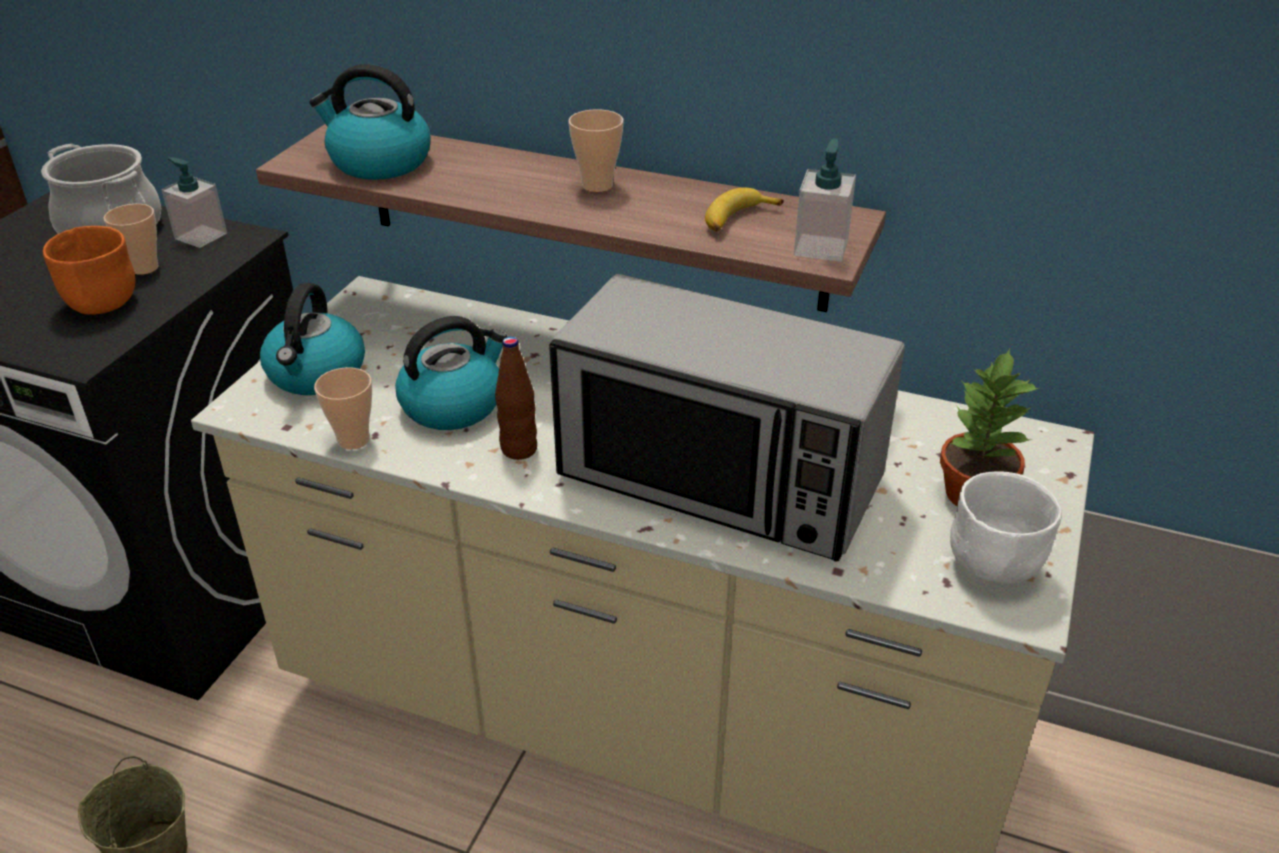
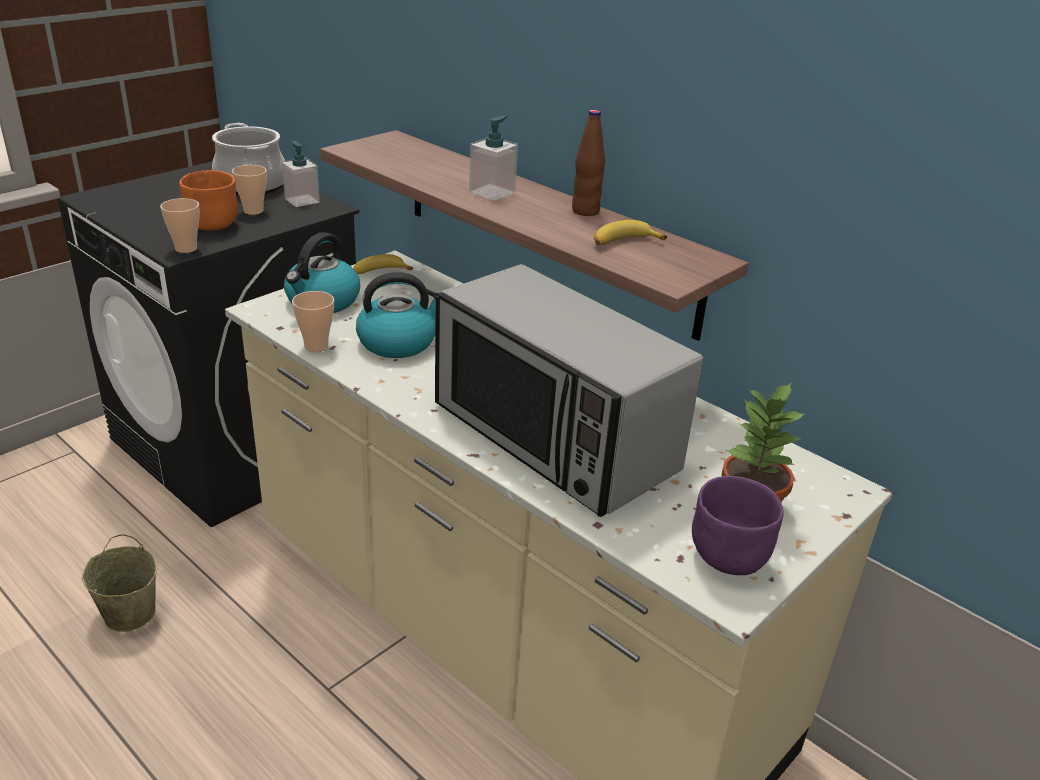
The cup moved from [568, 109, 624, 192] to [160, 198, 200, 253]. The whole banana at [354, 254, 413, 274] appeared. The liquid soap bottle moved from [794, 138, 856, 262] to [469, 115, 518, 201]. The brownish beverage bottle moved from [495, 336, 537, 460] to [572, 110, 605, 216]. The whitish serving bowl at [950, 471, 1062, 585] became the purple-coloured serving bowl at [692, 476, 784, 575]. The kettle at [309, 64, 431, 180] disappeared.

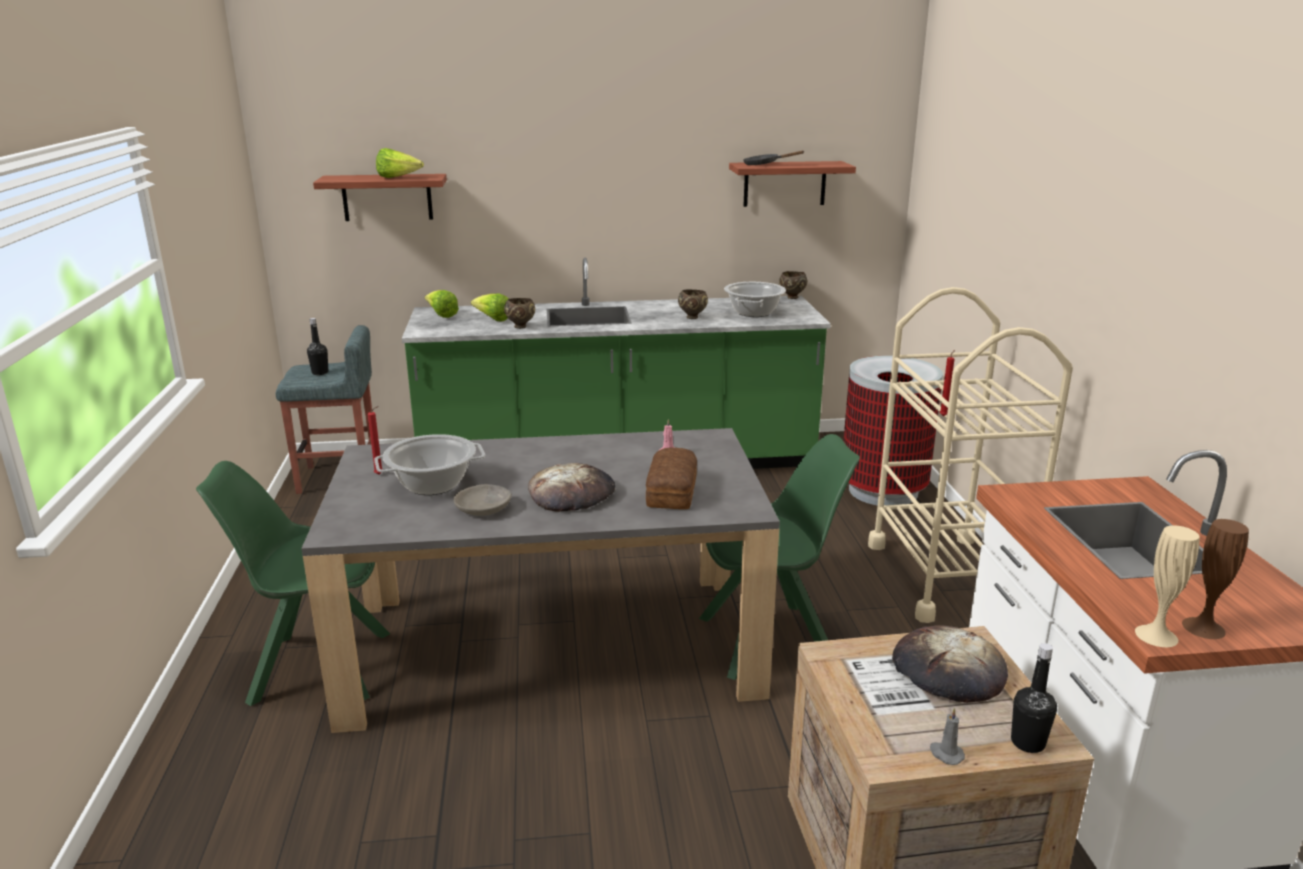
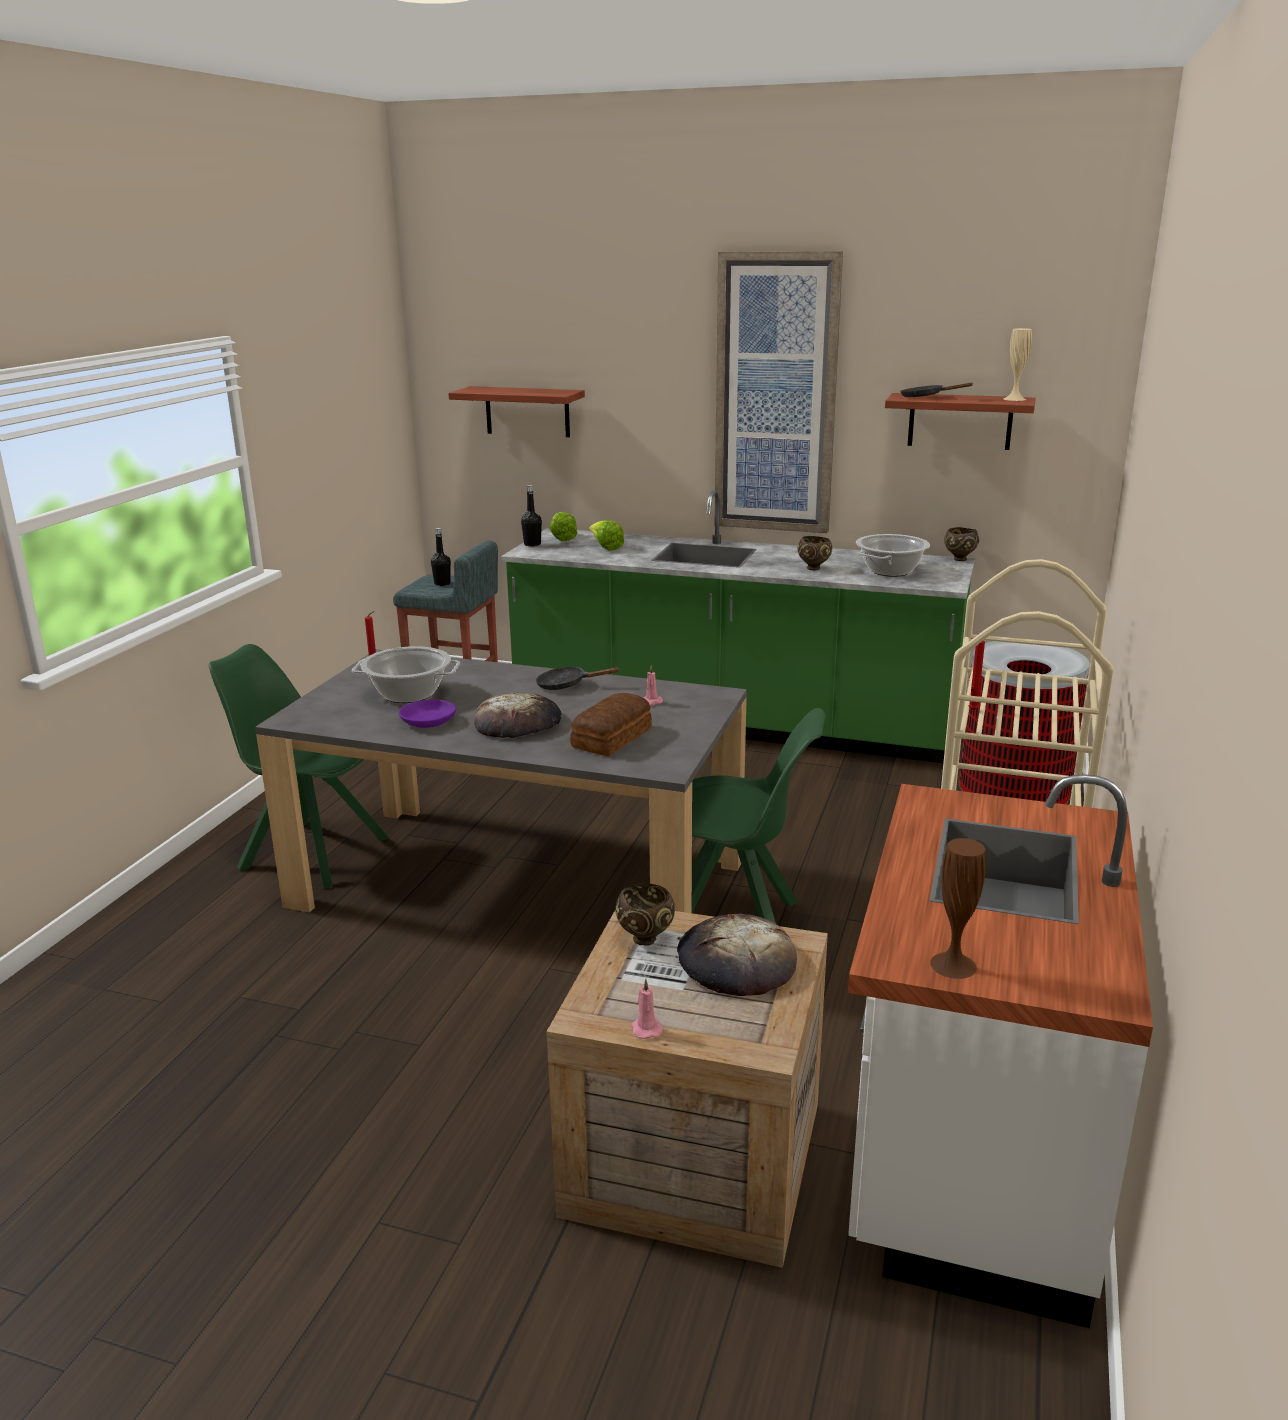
The greyish serving bowl at [453, 484, 512, 516] became the purple-coloured serving bowl at [399, 699, 456, 728]. The black beverage bottle moved from [1011, 643, 1057, 753] to [521, 485, 542, 546]. The black skillet at [536, 667, 620, 690] appeared. The brownish serving bowl moved from [504, 298, 535, 329] to [615, 883, 675, 946]. The greyish wax light at [930, 708, 965, 765] became the pinkish wax light at [631, 979, 664, 1039]. The picture at [715, 251, 843, 533] appeared. The sand-coloured decorative vase moved from [1135, 525, 1200, 647] to [1003, 328, 1032, 401]. The head of lettuce at [376, 148, 424, 178] disappeared.

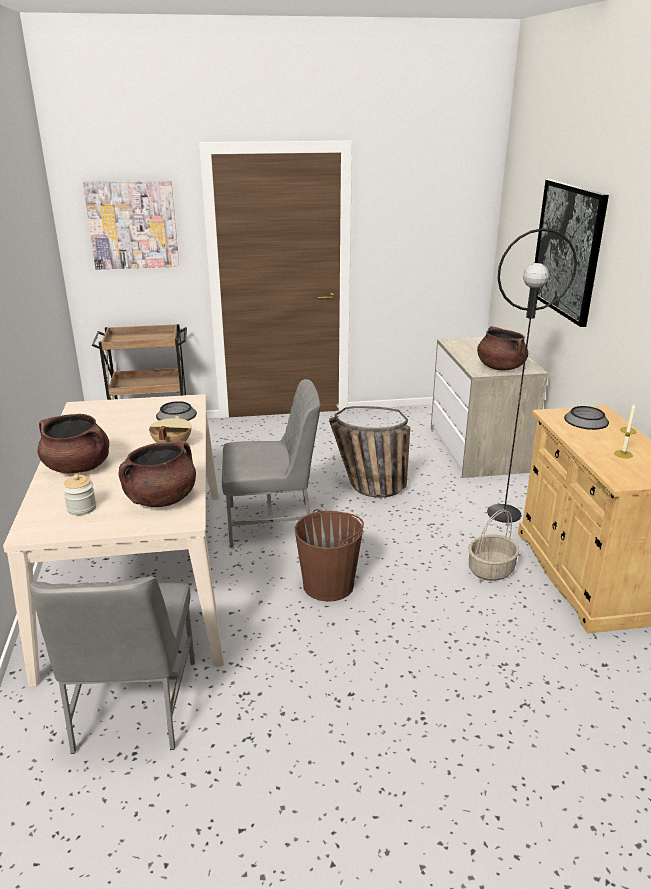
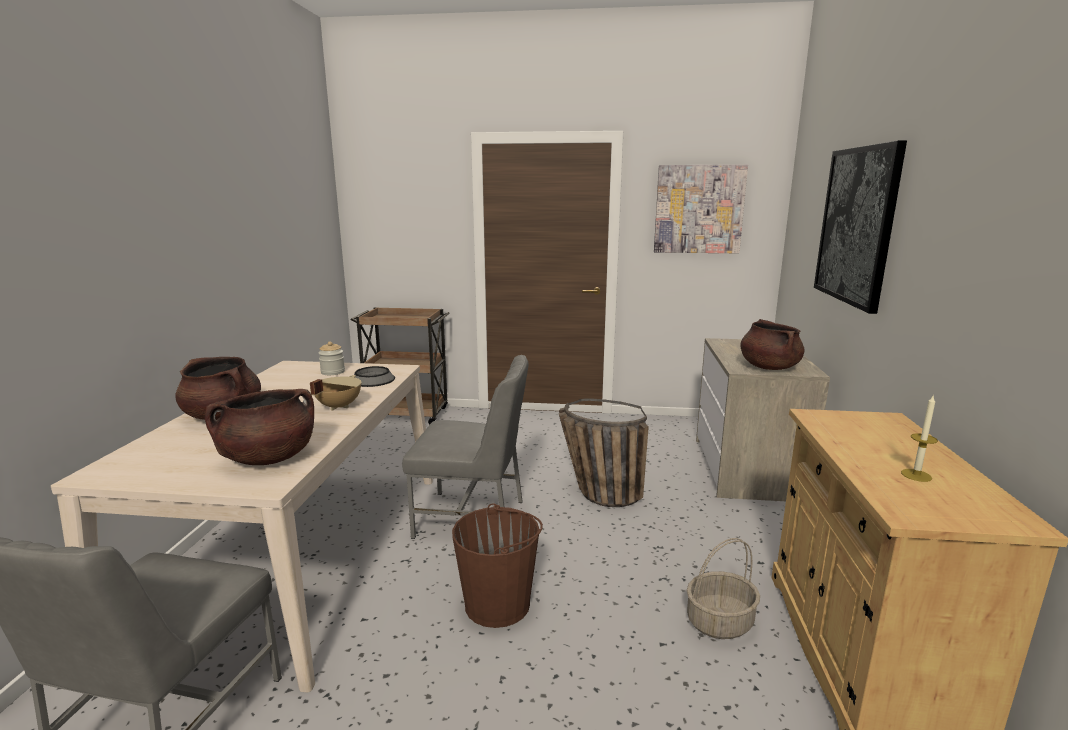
The storage jar moved from [63, 474, 96, 516] to [318, 341, 345, 375]. The picture moved from [83, 180, 179, 270] to [654, 165, 748, 253]. The black floor lamp at [487, 228, 577, 523] disappeared. The serving bowl at [564, 406, 609, 430] disappeared.

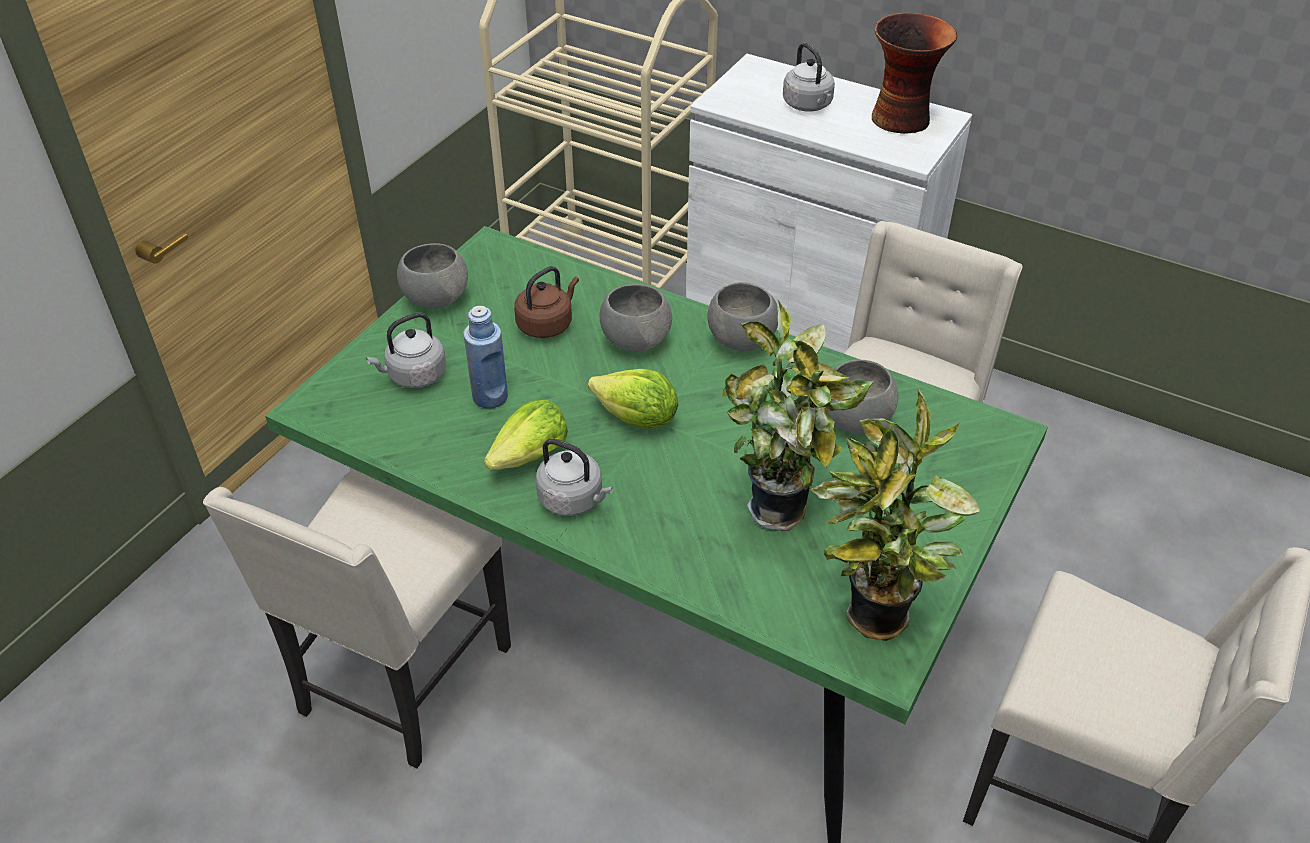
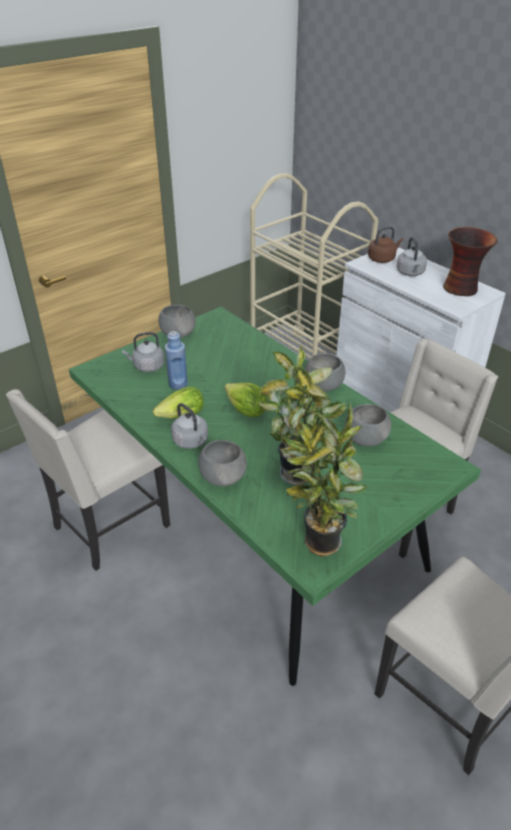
The greyish serving bowl moved from [600, 284, 672, 352] to [198, 440, 247, 486]. The brownish kettle moved from [514, 266, 579, 338] to [368, 226, 403, 263].

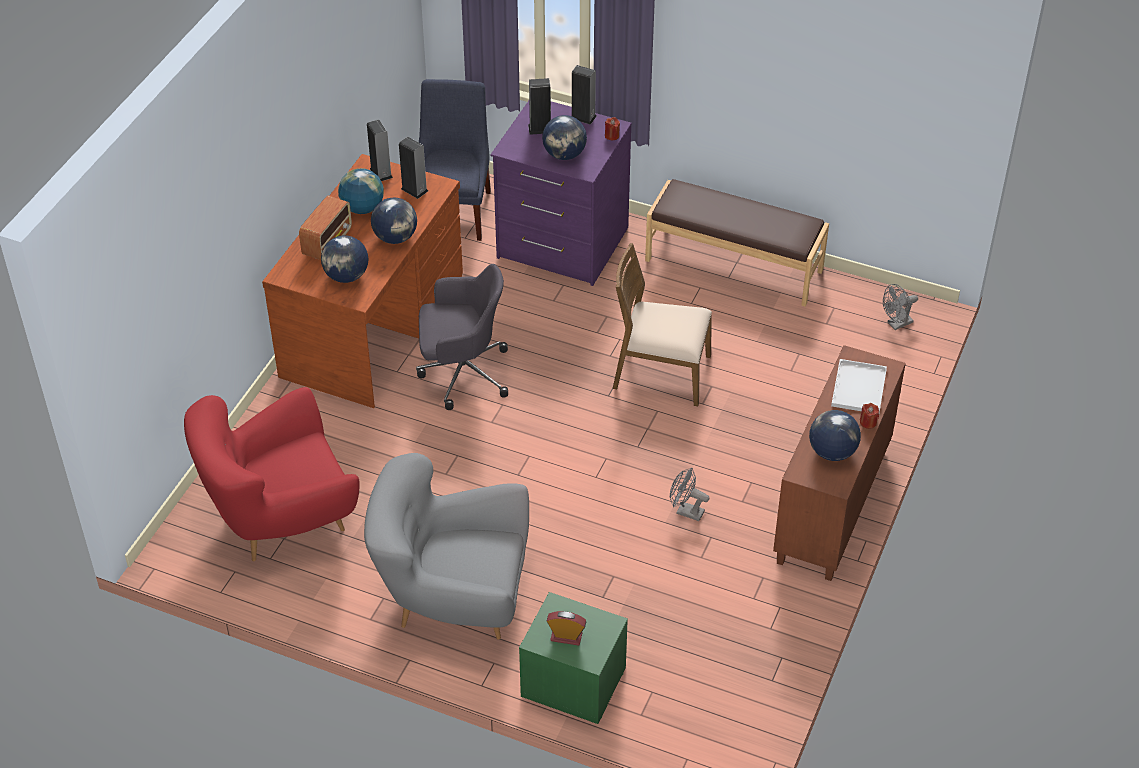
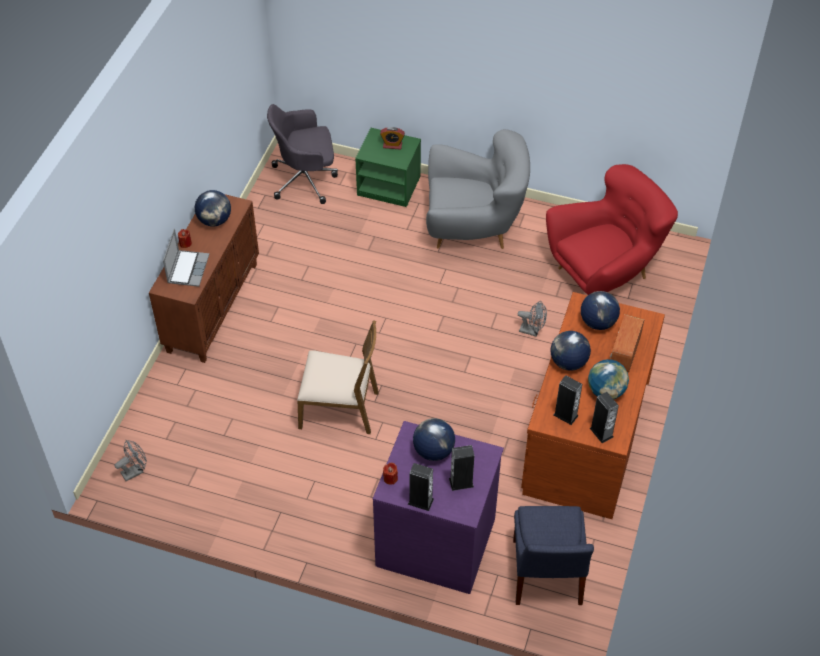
The whitish carrying tray at [831, 359, 887, 413] was replaced by the notebook computer at [163, 229, 209, 287]. The greyish desk chair moved from [416, 264, 508, 410] to [267, 104, 338, 204]. The greyish fan moved from [670, 468, 709, 521] to [517, 301, 547, 336]. The brownish bench at [645, 179, 829, 307] disappeared.

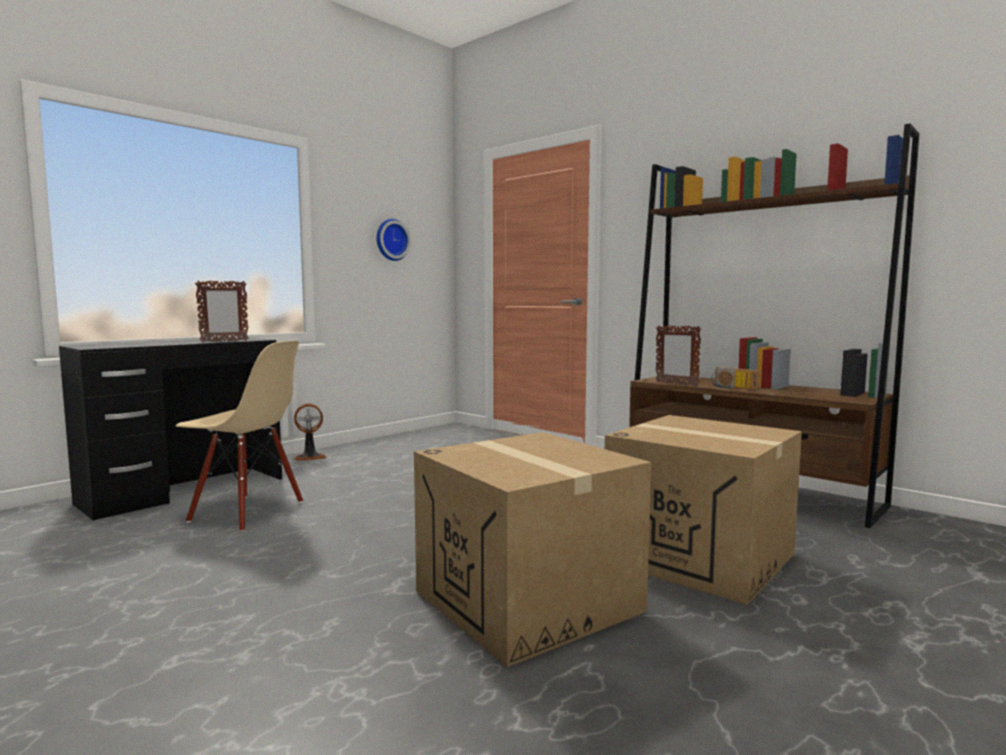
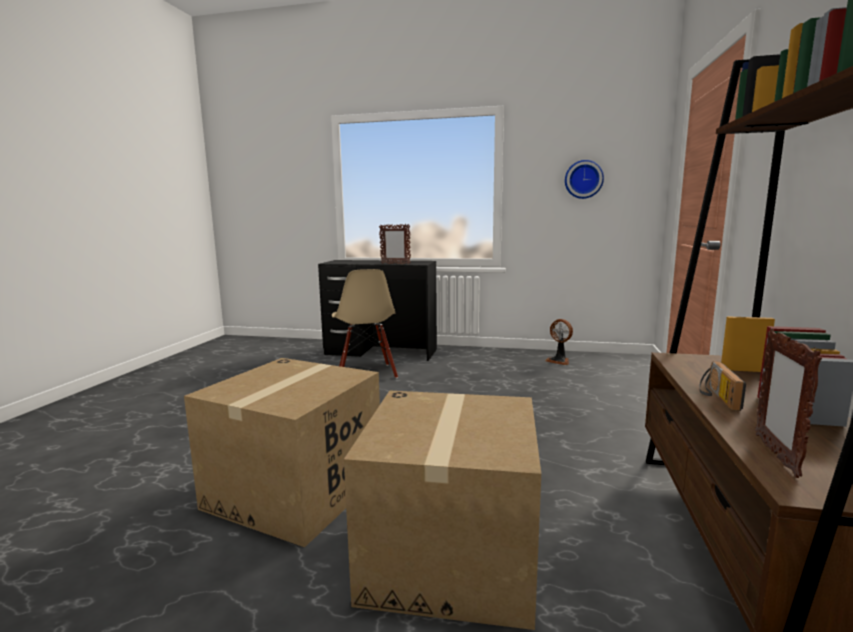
The fan moved from [294, 404, 326, 461] to [545, 319, 573, 365]. The picture frame moved from [656, 325, 701, 386] to [755, 329, 822, 478].

